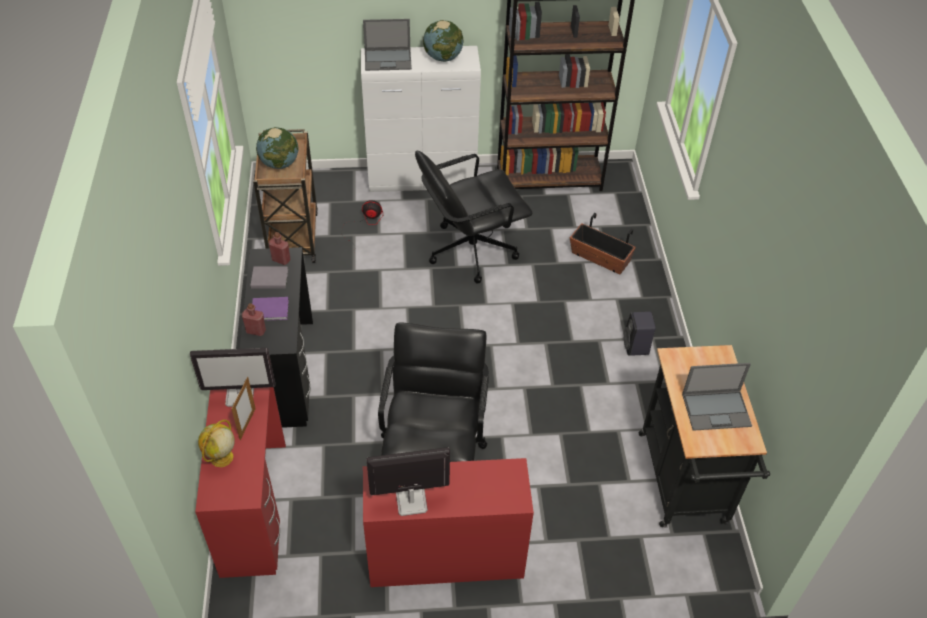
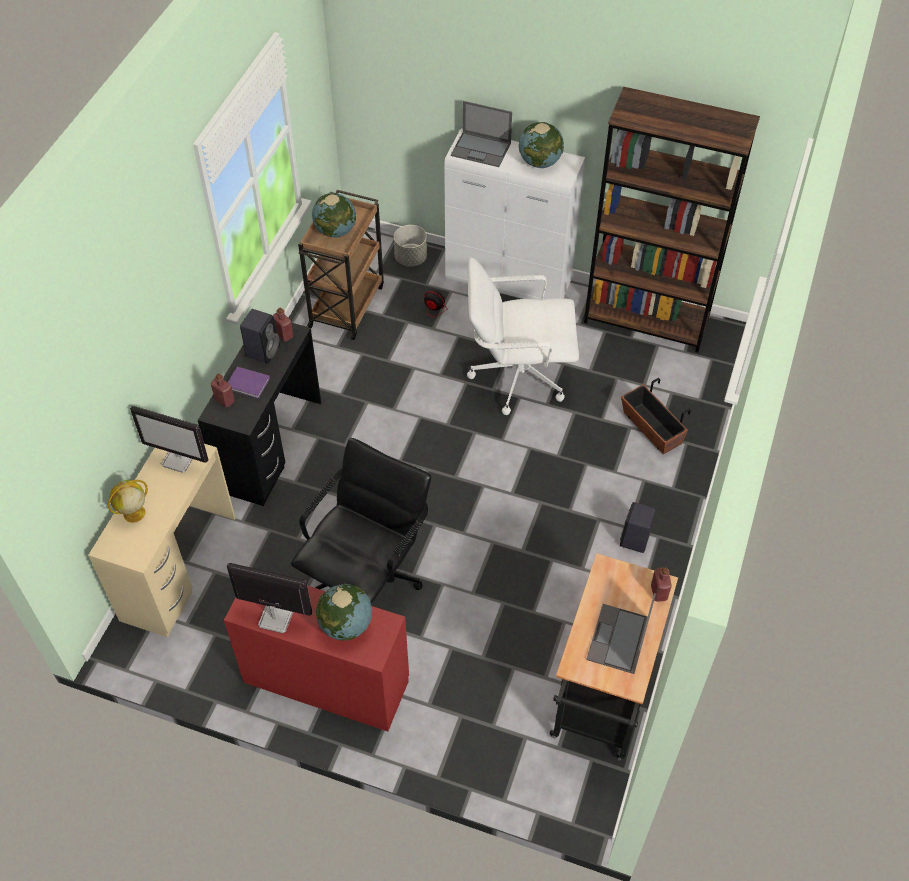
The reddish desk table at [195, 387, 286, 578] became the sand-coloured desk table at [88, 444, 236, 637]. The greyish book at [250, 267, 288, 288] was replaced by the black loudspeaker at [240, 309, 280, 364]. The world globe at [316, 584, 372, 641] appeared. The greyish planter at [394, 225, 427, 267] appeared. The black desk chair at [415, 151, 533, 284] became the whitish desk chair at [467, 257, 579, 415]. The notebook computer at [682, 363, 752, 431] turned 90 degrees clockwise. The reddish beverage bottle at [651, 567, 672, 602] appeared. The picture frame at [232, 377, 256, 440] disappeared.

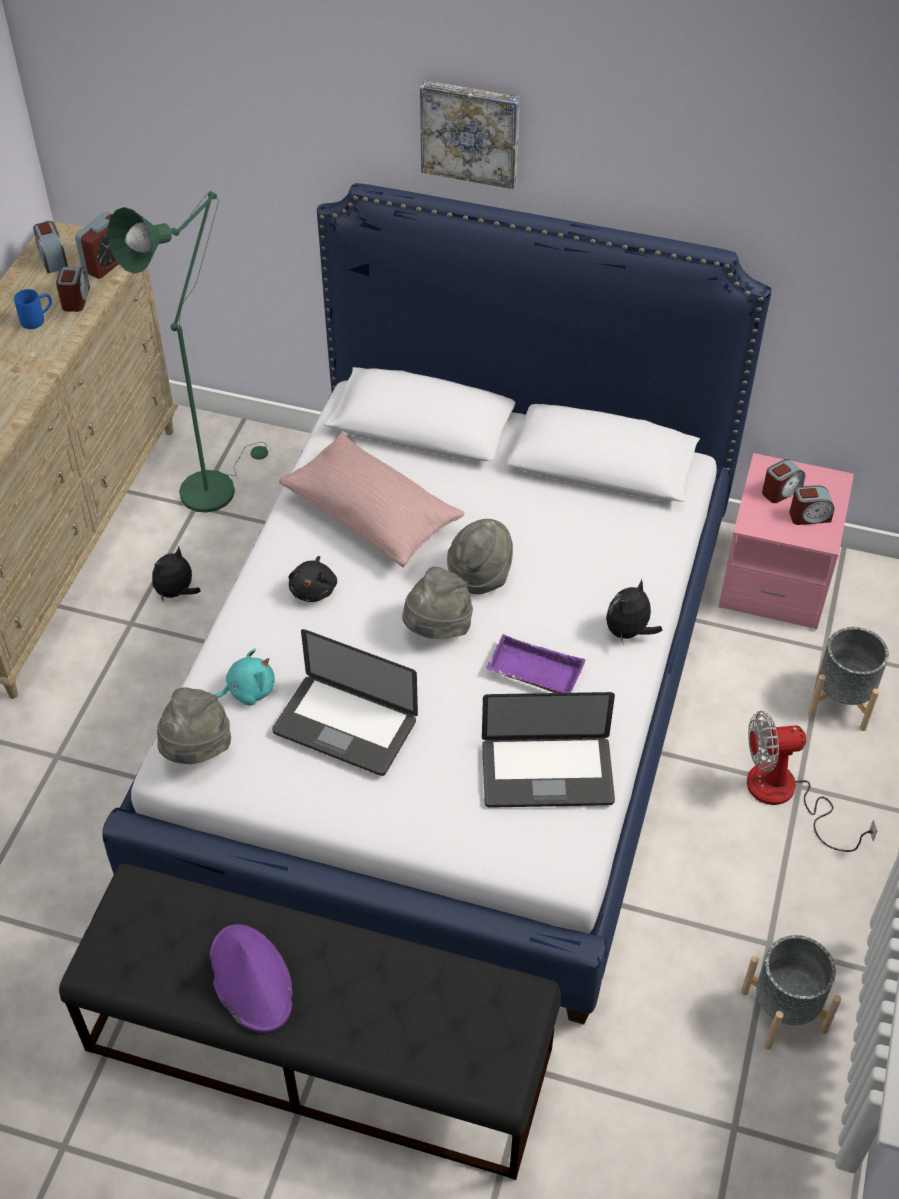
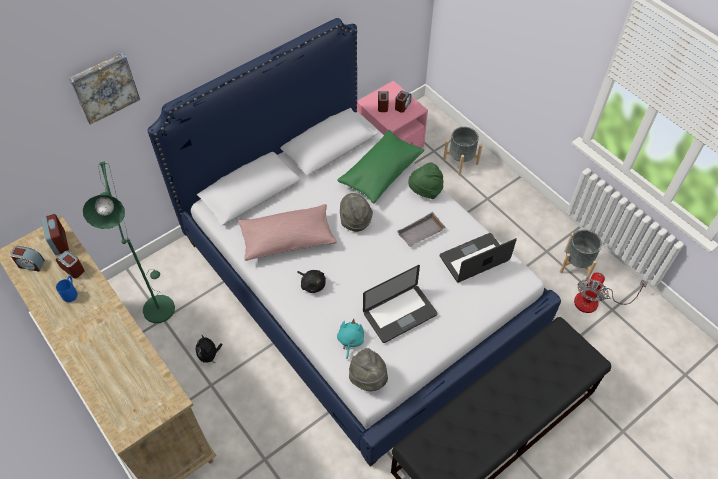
The picture moved from [420, 81, 520, 189] to [69, 53, 140, 125]. The greenish pillow at [337, 130, 424, 204] appeared. The purple-coloured carrying tray at [486, 634, 586, 693] became the greyish carrying tray at [397, 212, 446, 247]. The cuddly toy at [606, 579, 663, 643] was replaced by the greenish wearable hat at [408, 162, 443, 199]. The notebook computer at [482, 692, 615, 808] turned 150 degrees counterclockwise. The fan moved from [747, 711, 877, 852] to [574, 272, 648, 313]. The purple-coloured wearable hat at [209, 924, 293, 1033] disappeared. The greyish wearable hat at [402, 567, 473, 639] disappeared.

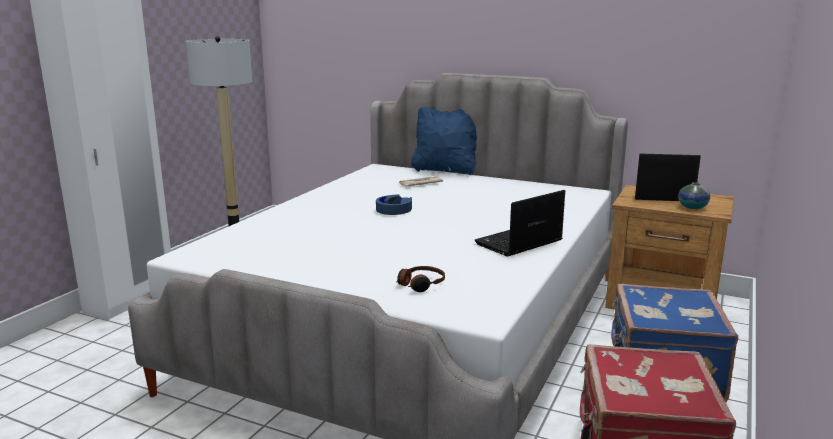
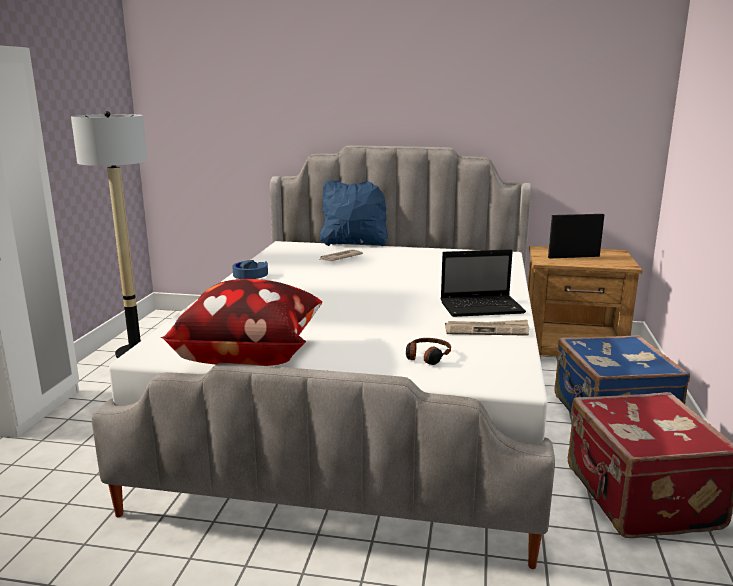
The pillow at [161, 279, 322, 366] appeared. The blue-coloured headphones moved from [376, 194, 412, 215] to [232, 260, 268, 279]. The notebook computer at [474, 190, 565, 257] turned 135 degrees counterclockwise. The printed paper at [445, 320, 529, 336] appeared. The decorative vase at [678, 182, 710, 209] disappeared.

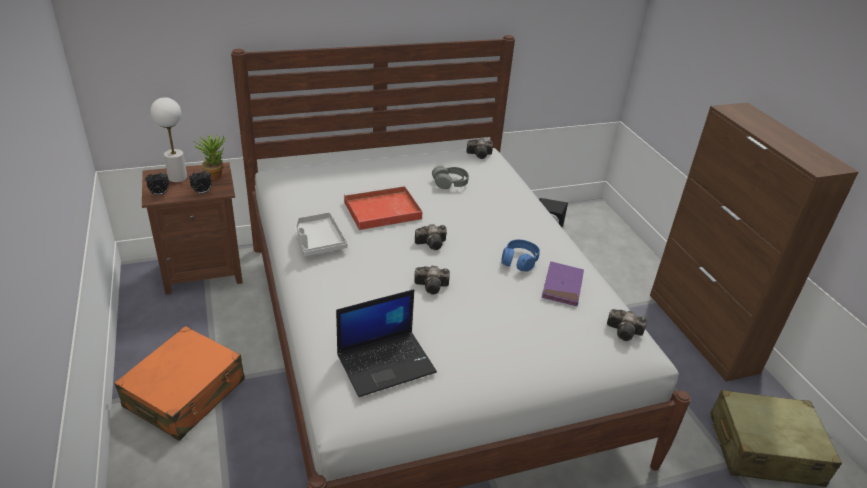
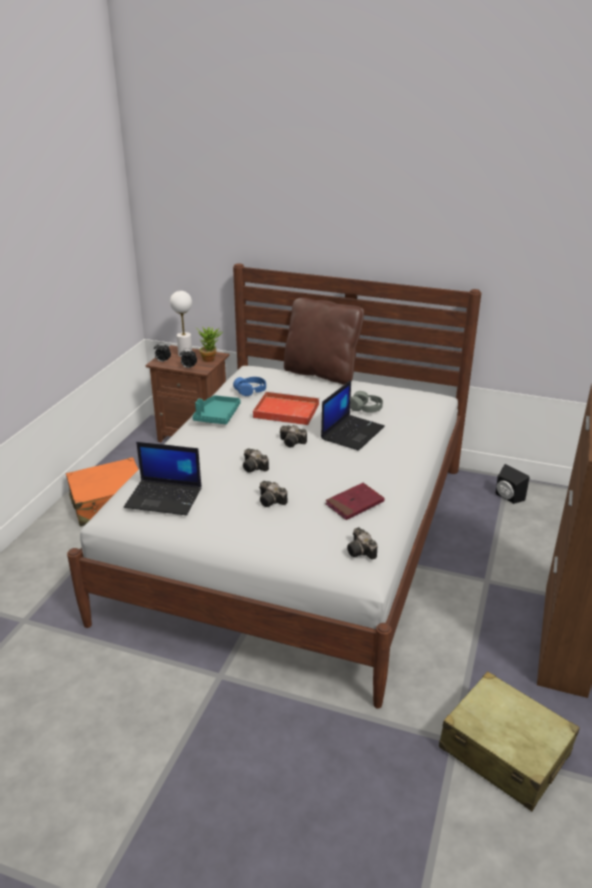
The greyish carrying tray at [295, 212, 348, 256] became the turquoise carrying tray at [192, 395, 240, 424]. The blue-coloured headphones moved from [501, 239, 540, 272] to [233, 377, 266, 396]. The still camera moved from [466, 138, 493, 159] to [259, 481, 288, 507]. The brownish pillow at [284, 298, 364, 385] appeared. The notebook computer at [321, 380, 385, 451] appeared. The purple-coloured book at [542, 261, 584, 306] became the reddish book at [325, 483, 385, 520].

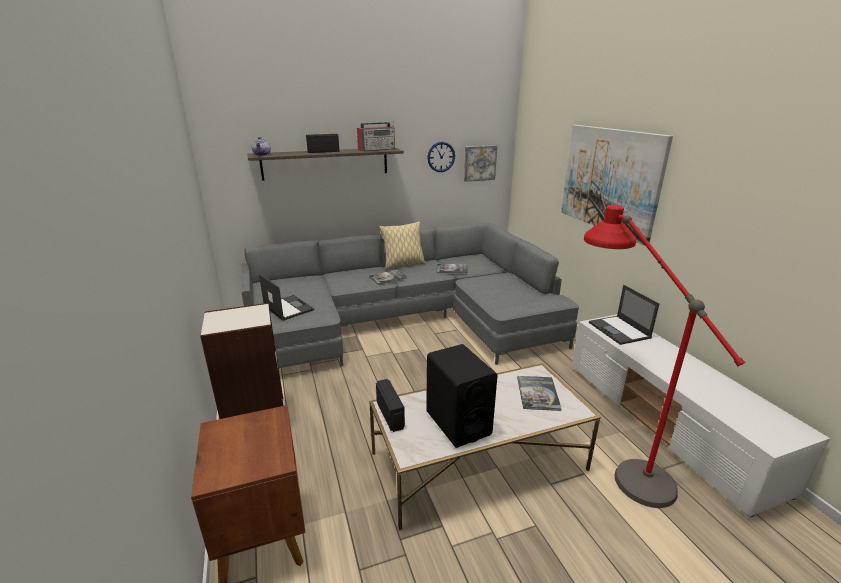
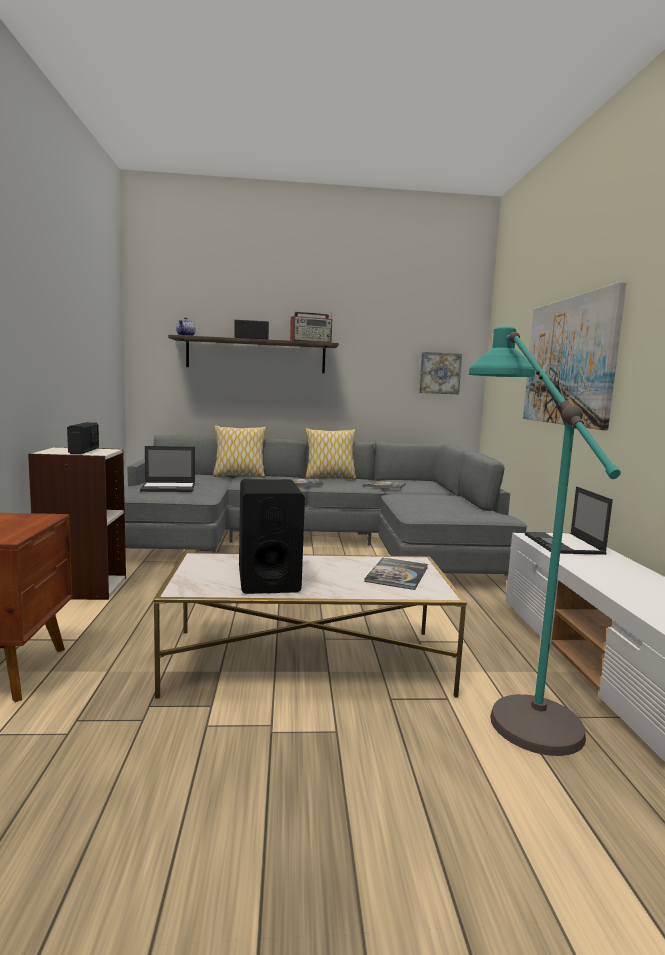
The radio set moved from [376, 379, 405, 432] to [67, 422, 99, 454]. The notebook computer at [259, 274, 314, 321] turned 105 degrees clockwise. The pillow at [213, 425, 266, 478] appeared. The reddish floor lamp at [584, 205, 745, 508] became the turquoise floor lamp at [469, 326, 621, 756]. The hanging clock at [427, 142, 455, 172] disappeared.

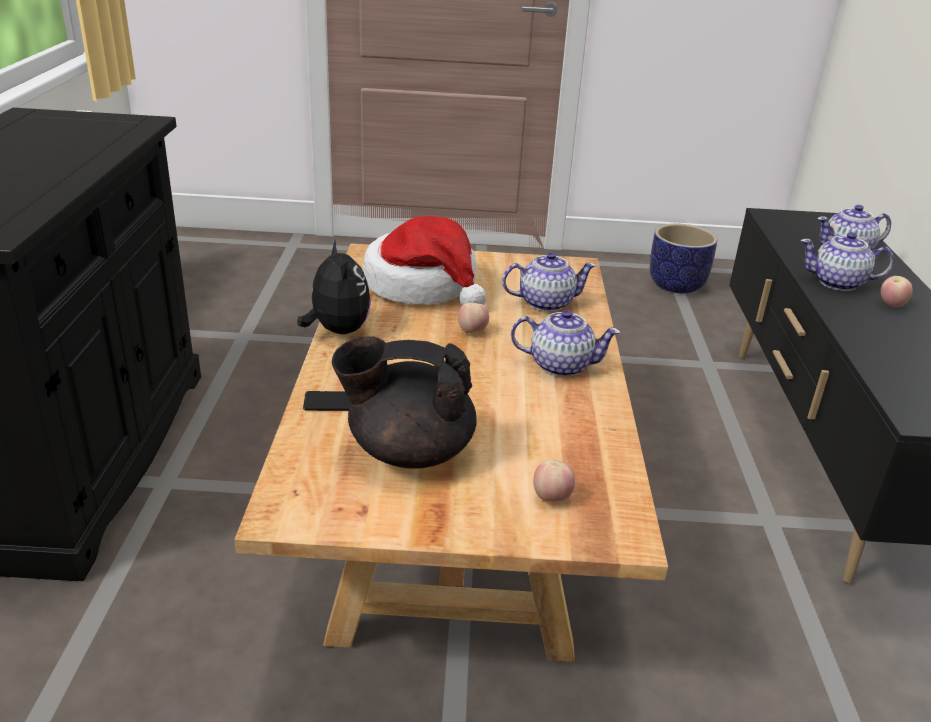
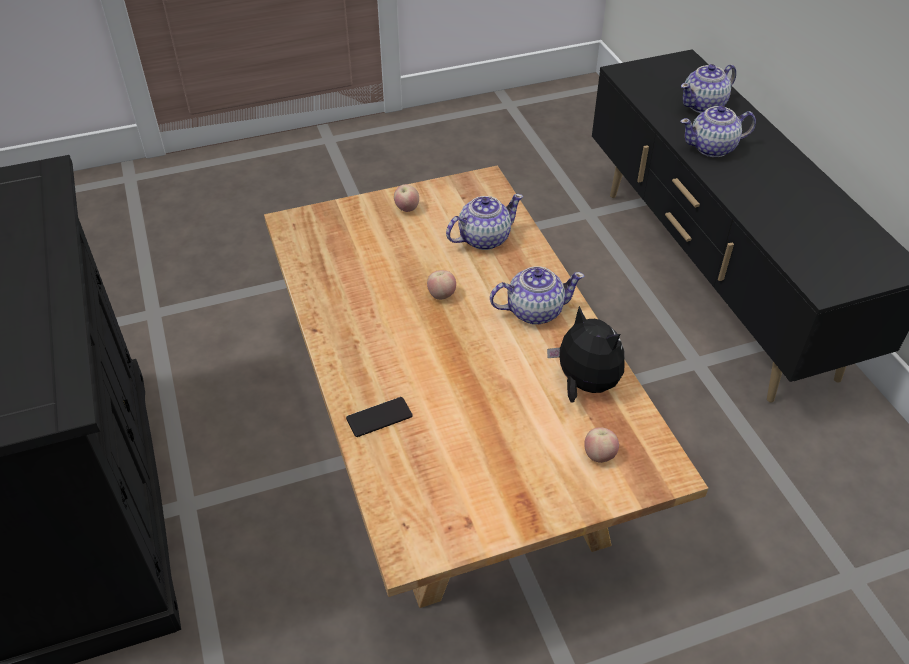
The apple fruit moved from [880, 276, 913, 307] to [394, 184, 419, 212]. The cuddly toy moved from [297, 239, 371, 334] to [547, 306, 625, 402]. The black tea pot at [332, 336, 477, 469] disappeared. The wearable hat at [363, 216, 486, 306] disappeared. The planter at [650, 224, 717, 293] disappeared.

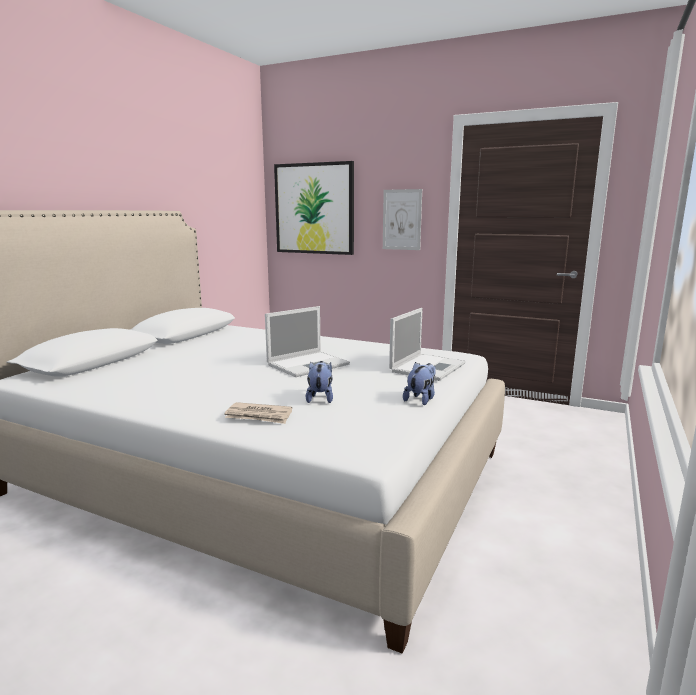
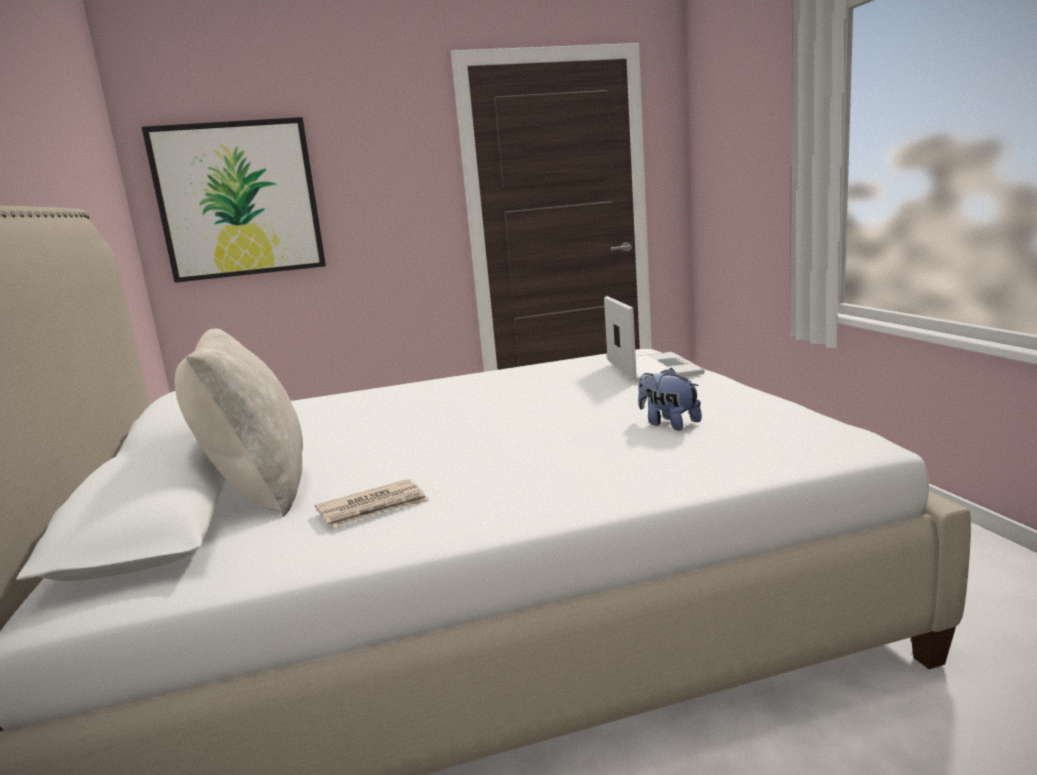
The sand-coloured pillow at [175, 328, 303, 517] appeared. The printed paper moved from [225, 402, 292, 424] to [315, 479, 430, 528]. The notebook computer at [265, 306, 350, 377] disappeared. The picture at [383, 189, 422, 250] disappeared. The cuddly toy at [403, 362, 436, 405] disappeared.

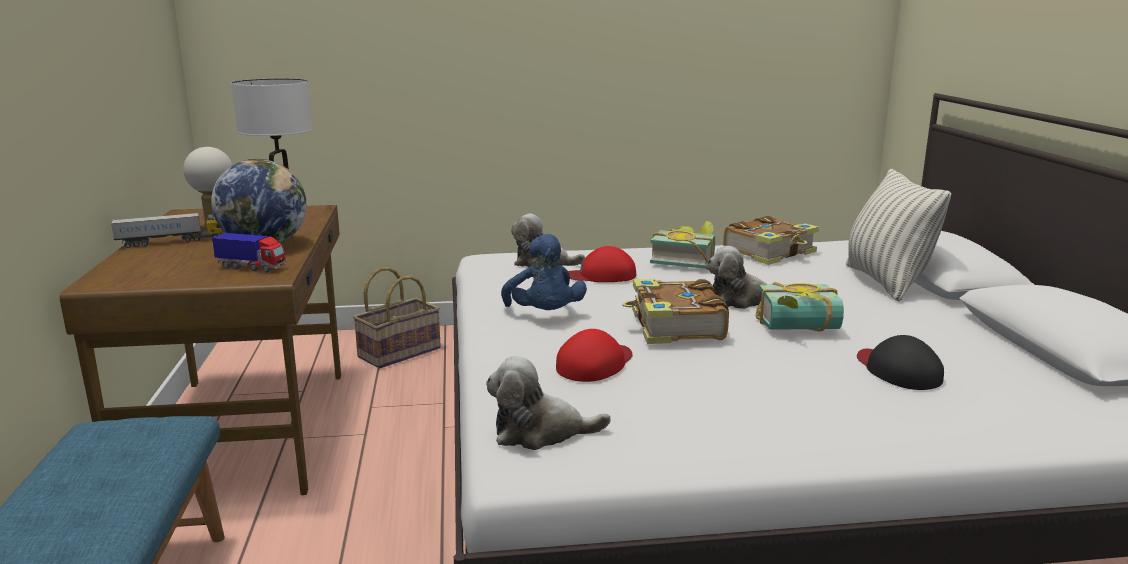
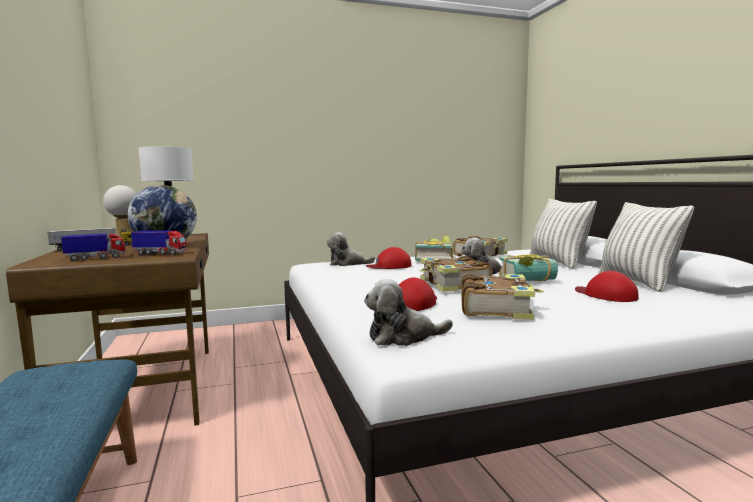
The toy truck at [61, 233, 126, 261] appeared. The book at [461, 274, 544, 320] appeared. The black baseball cap at [857, 335, 944, 390] became the reddish baseball cap at [575, 271, 639, 302]. The pillow at [598, 202, 694, 292] appeared. The basket at [353, 267, 441, 368] disappeared. The blue-coloured cuddly toy at [501, 234, 587, 310] disappeared.

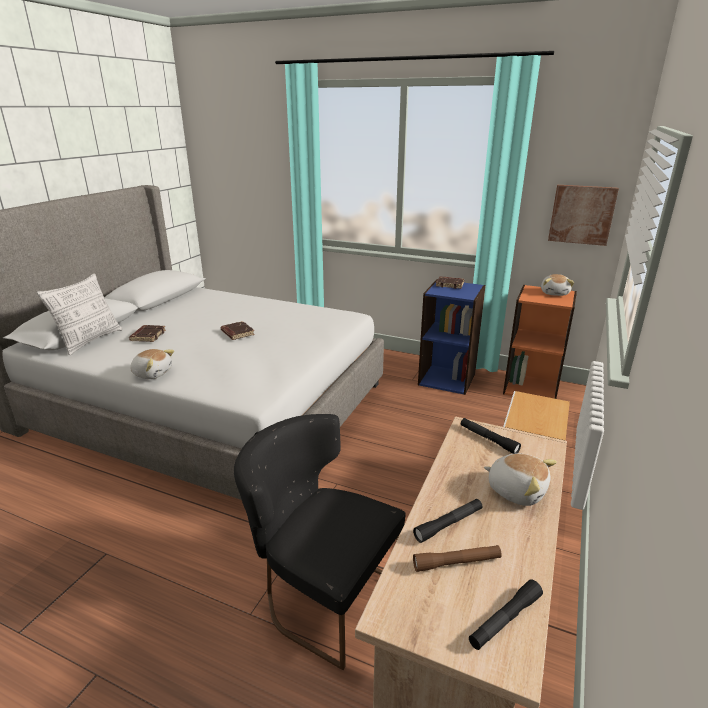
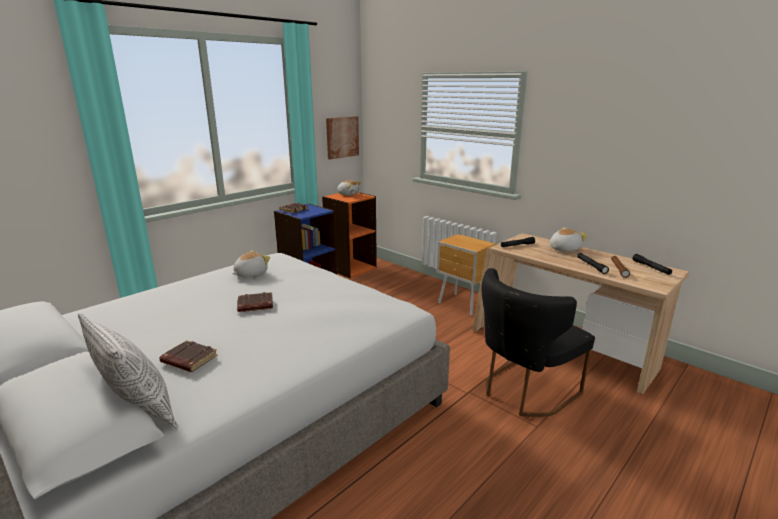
The cuddly toy moved from [130, 349, 174, 379] to [233, 250, 270, 278].

